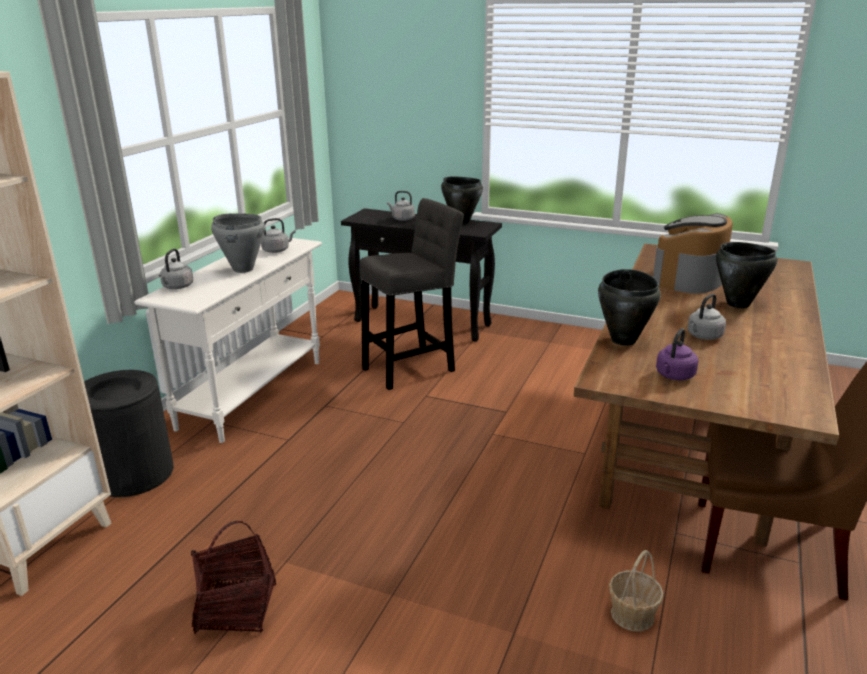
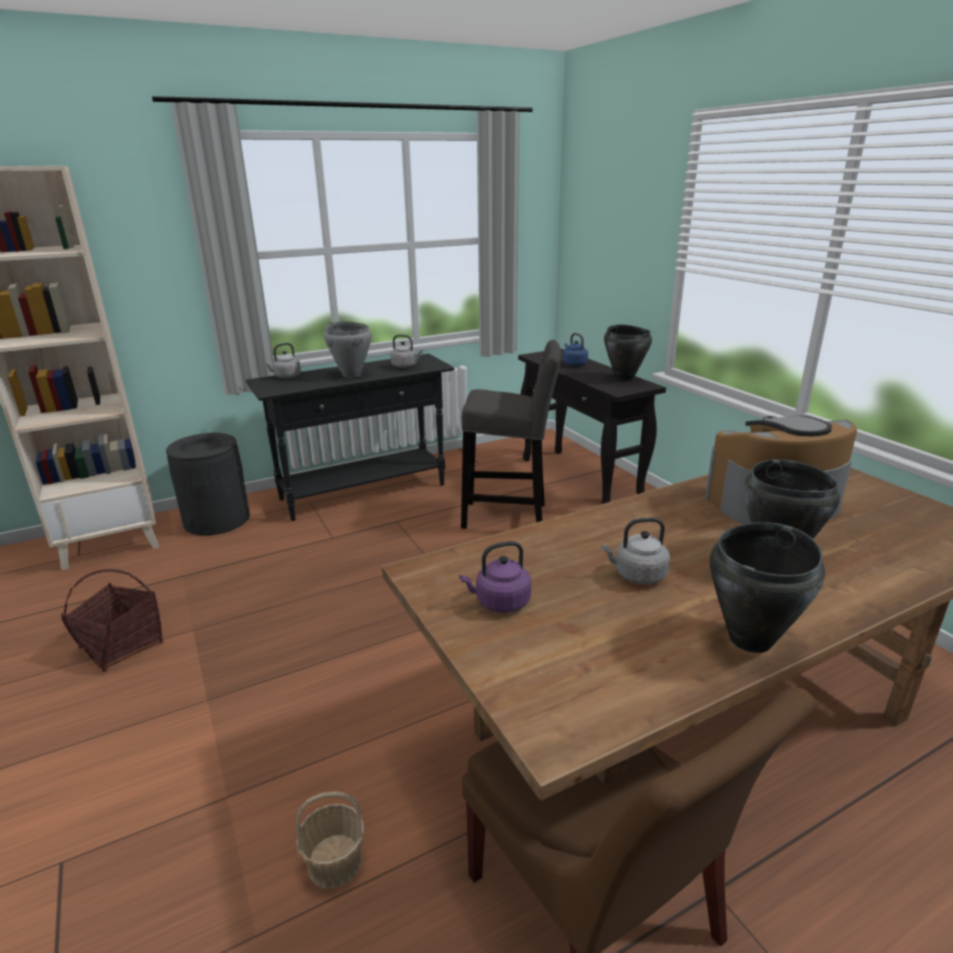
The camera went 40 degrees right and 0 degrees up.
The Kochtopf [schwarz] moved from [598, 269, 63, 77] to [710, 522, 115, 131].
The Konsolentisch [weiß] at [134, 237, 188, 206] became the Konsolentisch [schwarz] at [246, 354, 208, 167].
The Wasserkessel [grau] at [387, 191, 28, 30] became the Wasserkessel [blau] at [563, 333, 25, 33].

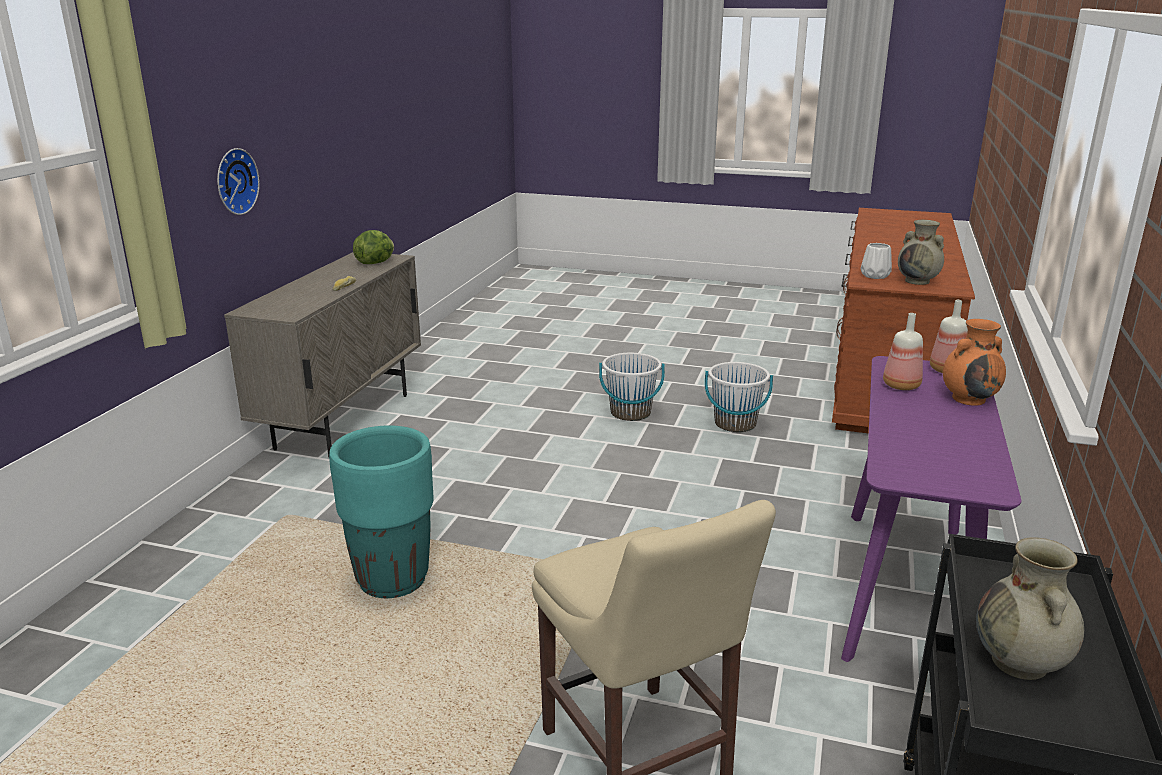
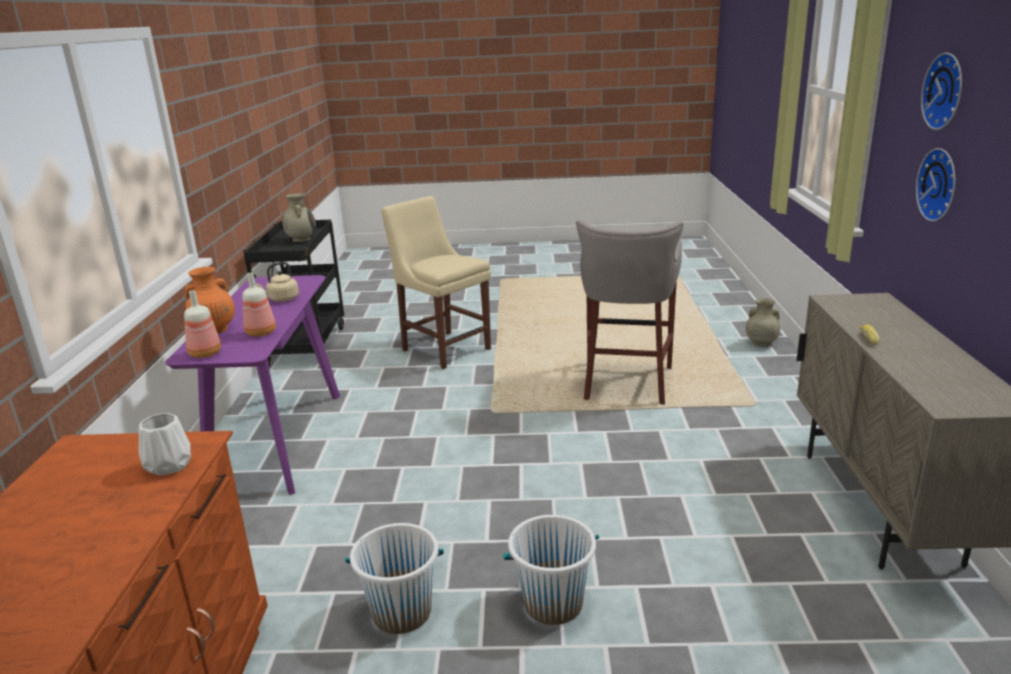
The camera went 165 degrees right and 0 degrees up.
The Salatkopf at [353, 230, 41, 34] disappeared.
The Wasserkessel [beige] at [256, 262, 43, 40] appeared.
The Wanduhr at [921, 53, 41, 77] appeared.
The Vase [beige] moved from [898, 220, 46, 65] to [746, 298, 34, 49].
The Pflanzkübel [türkis] at [329, 425, 104, 173] was replaced by the Hocker [grau] at [576, 220, 107, 185].

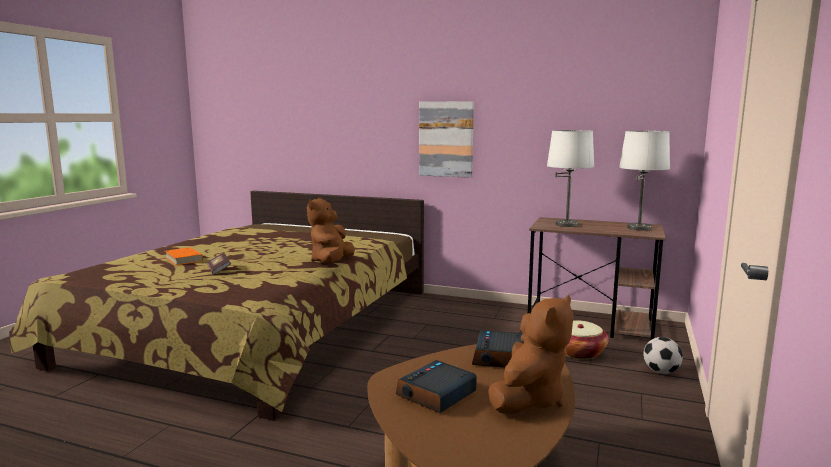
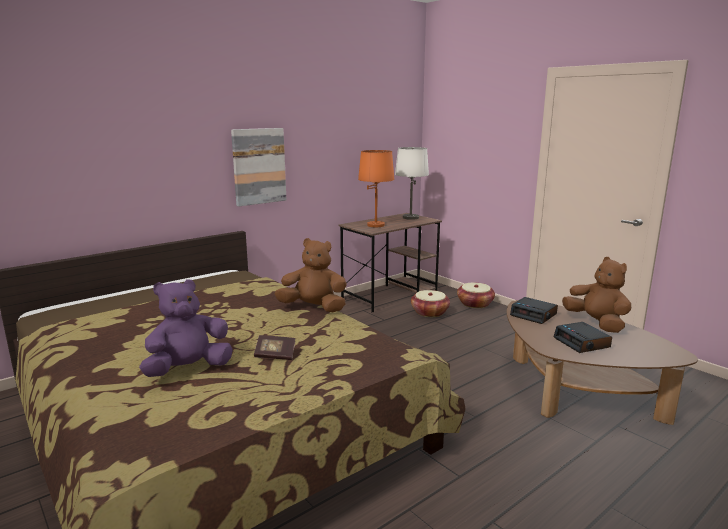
The camera went 60 degrees left and 5 degrees up.
The Buch [orange] at [165, 247, 38, 18] was replaced by the Plüschtier [lila] at [139, 279, 94, 98].
The Fußball at [643, 337, 40, 37] was replaced by the Korb at [457, 283, 38, 25].
The Tischlampe [weiß] at [547, 129, 47, 98] became the Tischlampe [orange] at [358, 150, 37, 77].
The Plüschtier [braun] at [307, 198, 48, 65] turned 150 degrees clockwise.

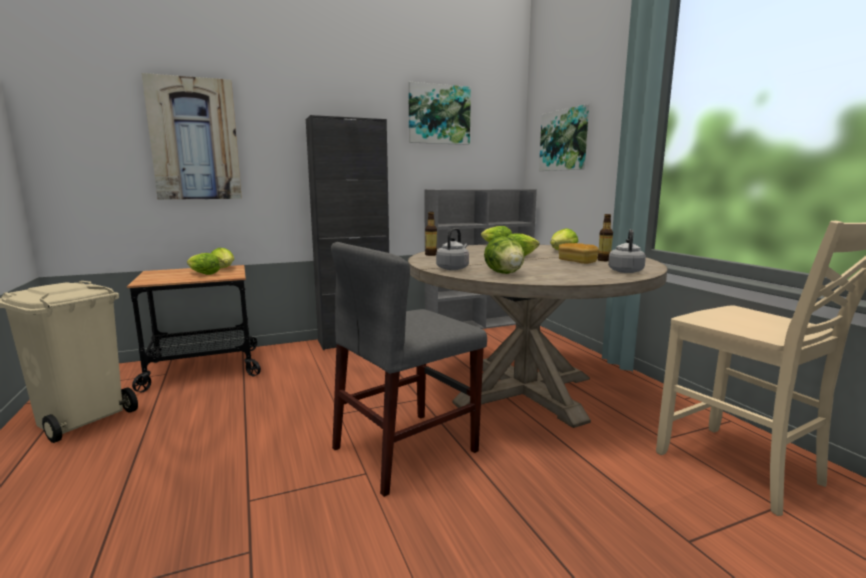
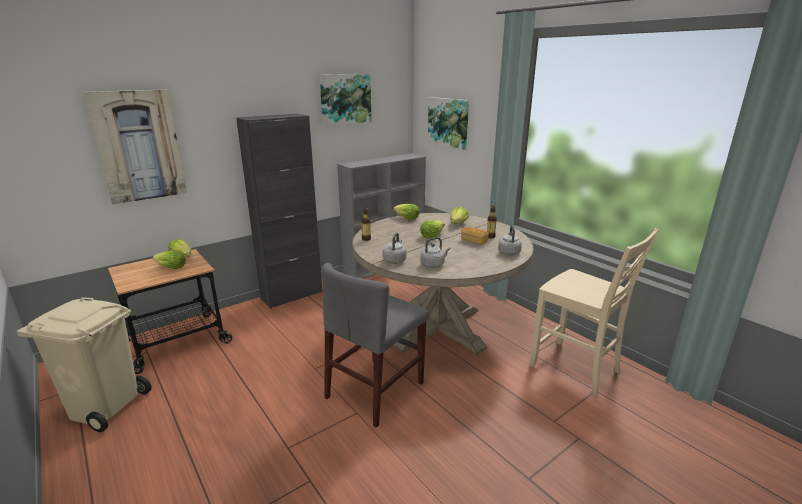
The camera went 15 degrees left and 10 degrees up.
The Salatkopf at [484, 236, 41, 38] was replaced by the Wasserkessel [grau] at [420, 237, 30, 31].

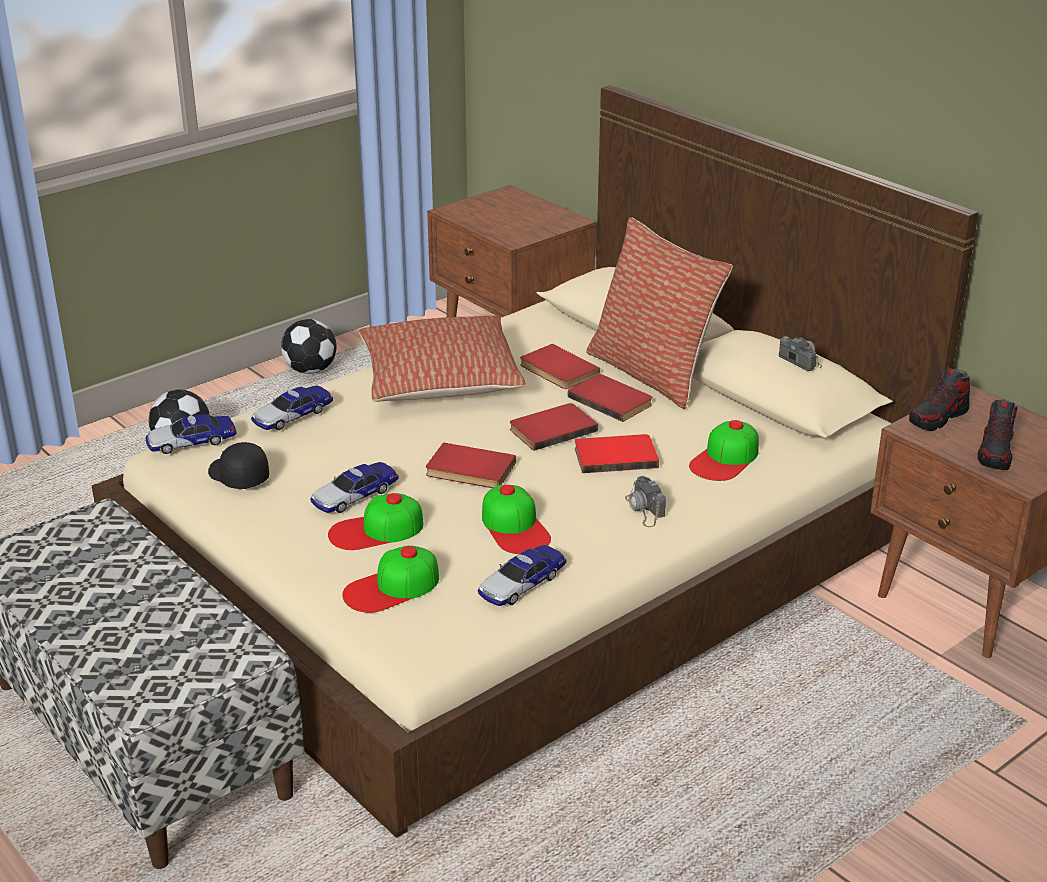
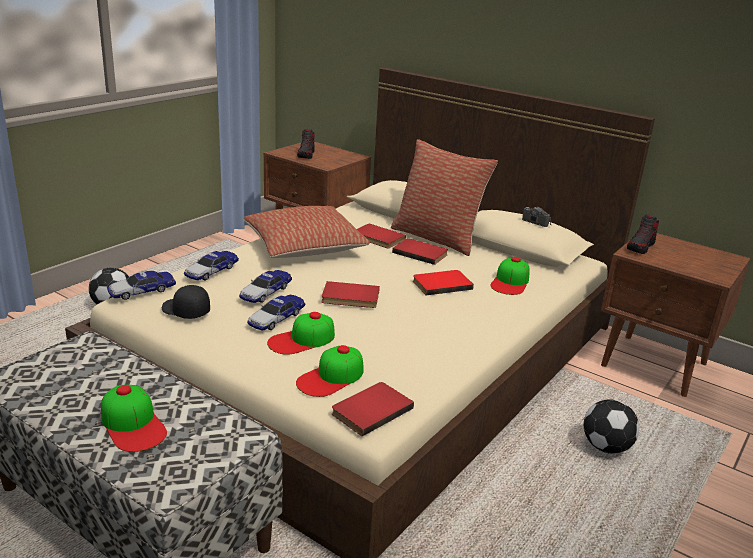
The camera went 15 degrees left and 5 degrees down.
The Kamera at [625, 476, 41, 51] disappeared.
The Fußball moved from [281, 319, 55, 55] to [584, 399, 55, 55].
The Spielzeugauto moved from [478, 545, 88, 61] to [239, 270, 53, 33].
The Kappe moved from [482, 485, 69, 69] to [101, 385, 66, 67].
The Buch [rot] moved from [510, 403, 88, 48] to [332, 382, 82, 54].
The Schuh moved from [978, 400, 39, 70] to [297, 129, 18, 30].

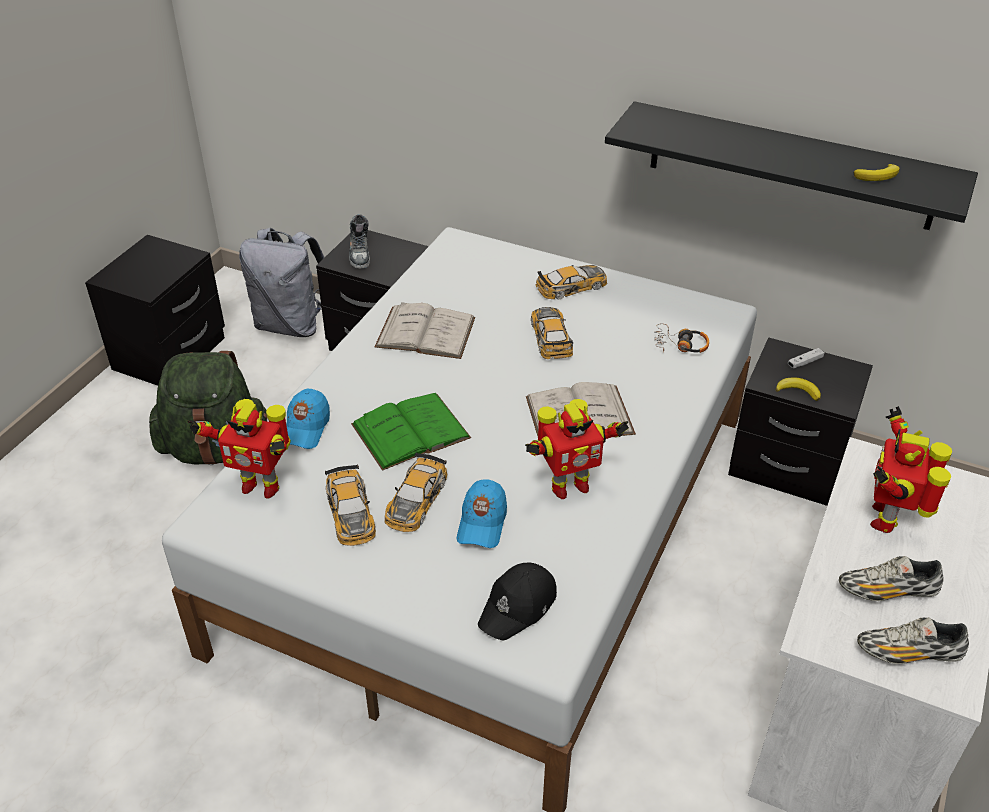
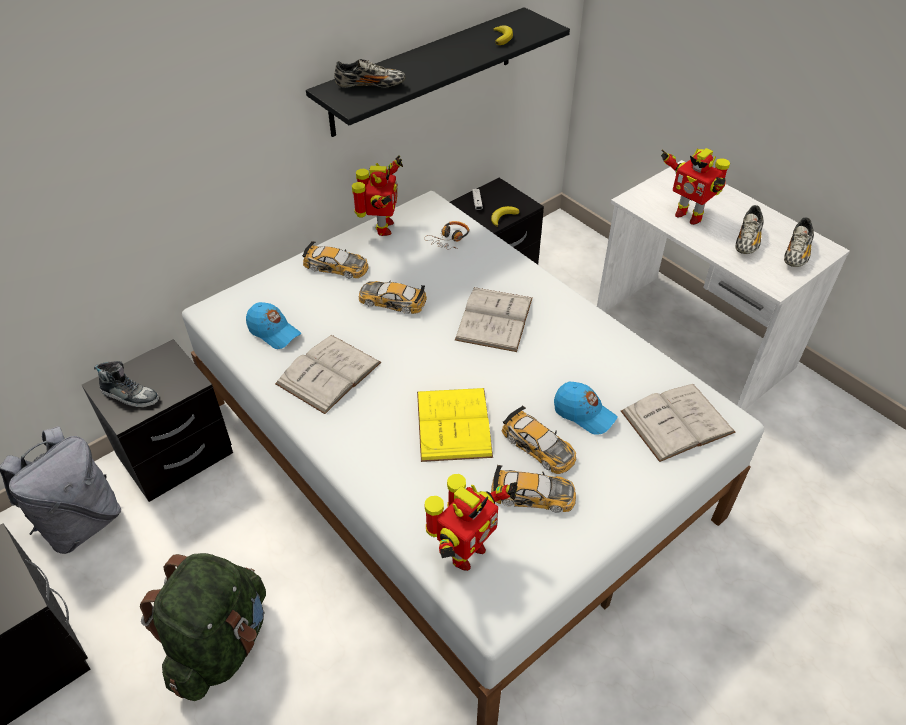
The camera went 65 degrees left and 5 degrees up.
The Schuh at [334, 59, 72, 29] appeared.
The Kappe [blau] moved from [286, 389, 44, 60] to [246, 302, 55, 47].
The Spielzeugroboter moved from [525, 399, 104, 100] to [352, 155, 51, 81].
The Kappe [schwarz] at [478, 562, 79, 79] was replaced by the Buch [weiß] at [621, 384, 115, 78].
The Buch [grün] at [351, 393, 120, 78] became the Buch [gelb] at [417, 388, 76, 74].
The Spielzeugauto at [536, 265, 71, 34] turned 105 degrees clockwise.

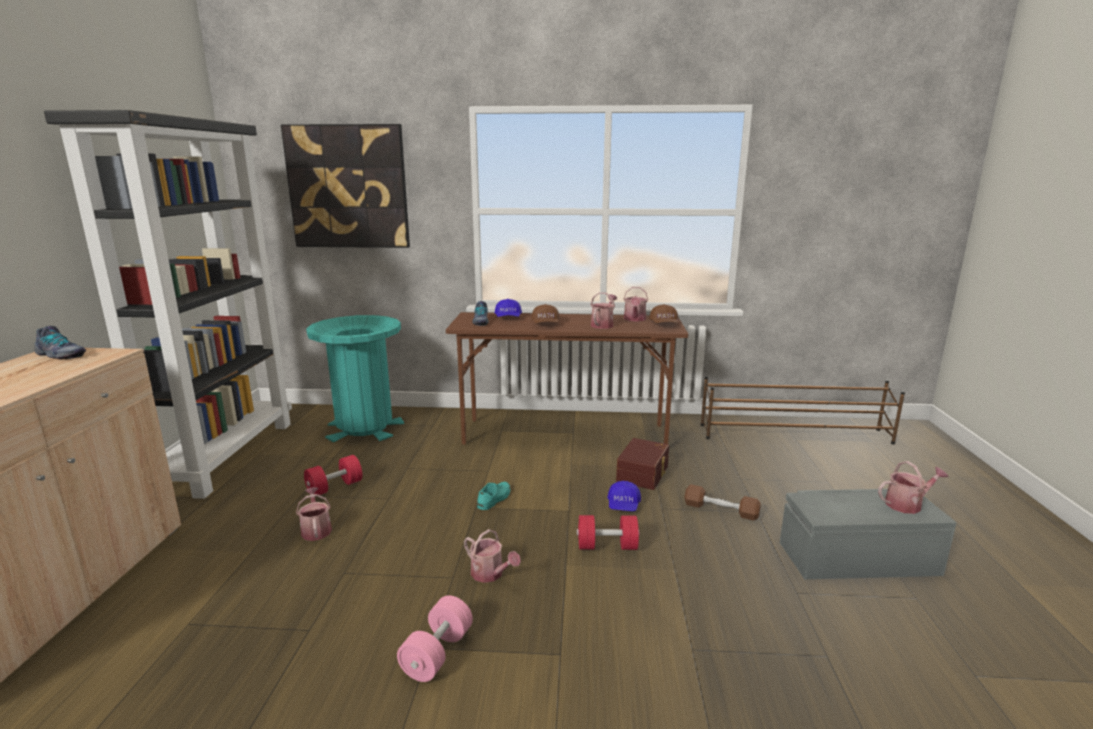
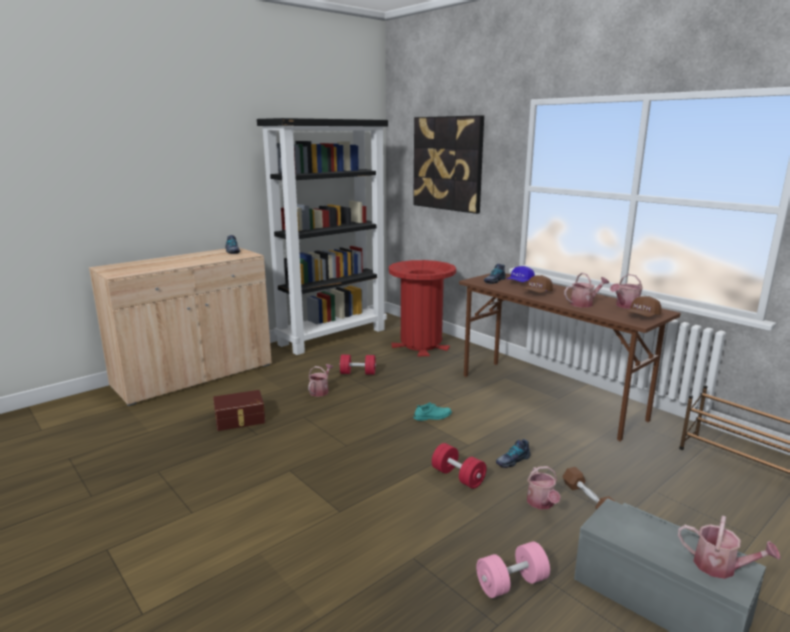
The camera went 45 degrees right and 0 degrees up.
The Hantel [rosa] moved from [397, 595, 76, 87] to [476, 542, 74, 56].
The Gießkanne moved from [464, 529, 57, 54] to [527, 466, 34, 44].
The Aufbewahrungsbox [braun] moved from [616, 438, 53, 52] to [213, 390, 53, 41].
The Kappe [blau] at [608, 481, 33, 30] was replaced by the Schuh at [496, 439, 34, 29].
The Mülleimer [türkis] at [306, 315, 98, 127] became the Mülleimer [rot] at [389, 260, 67, 96].

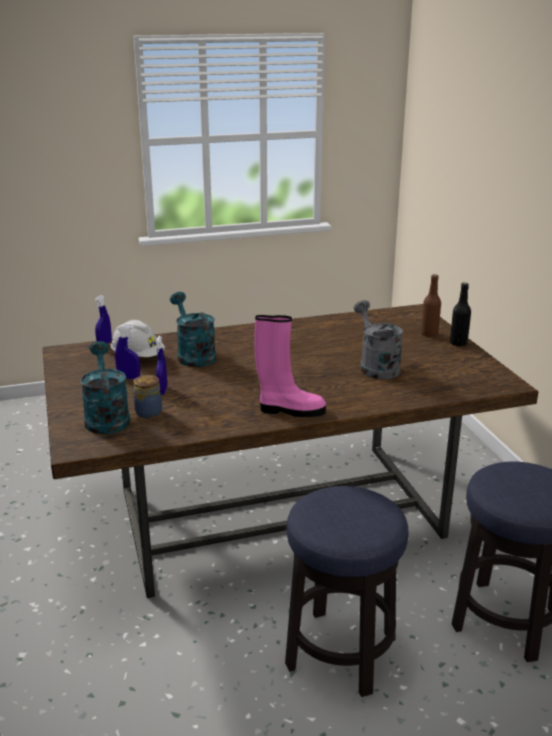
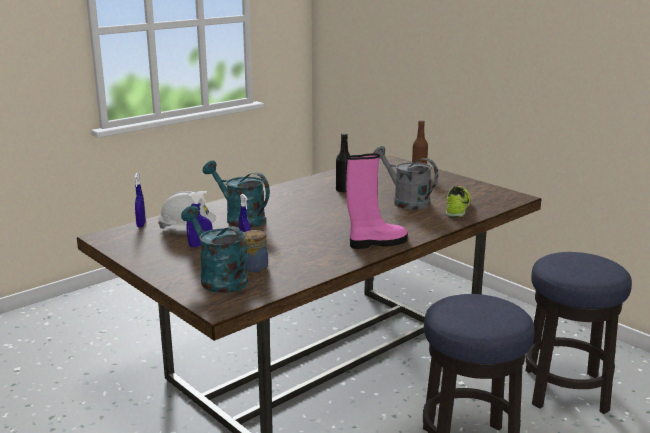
The camera went 25 degrees left and 5 degrees down.
The Schuh at [446, 186, 25, 32] appeared.
The Flasche [schwarz] moved from [450, 282, 21, 64] to [336, 133, 15, 59].

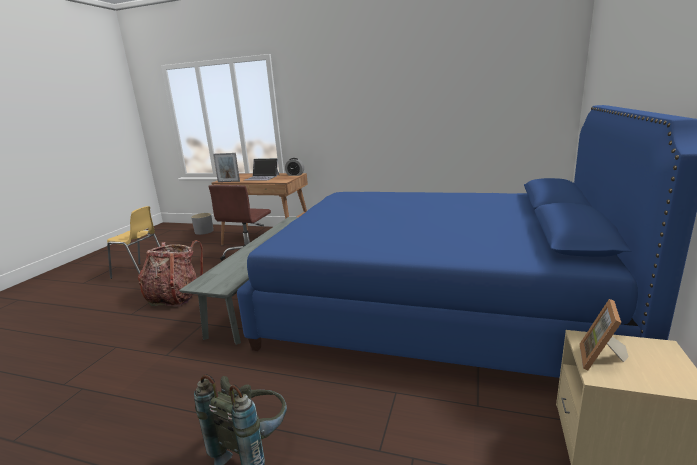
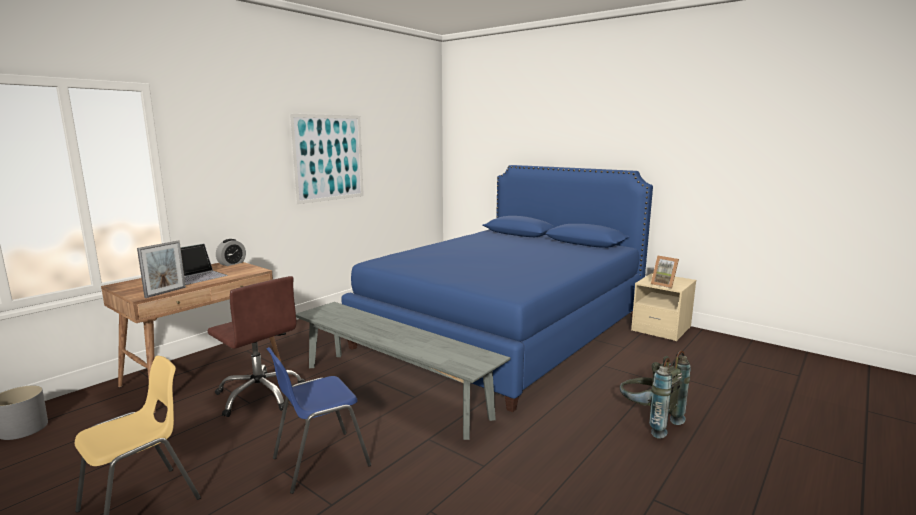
The camera went 70 degrees left and 5 degrees down.
The Bild at [289, 114, 75, 90] appeared.
The Rucksack at [138, 240, 65, 67] was replaced by the Stuhl [blau] at [267, 347, 104, 147].

